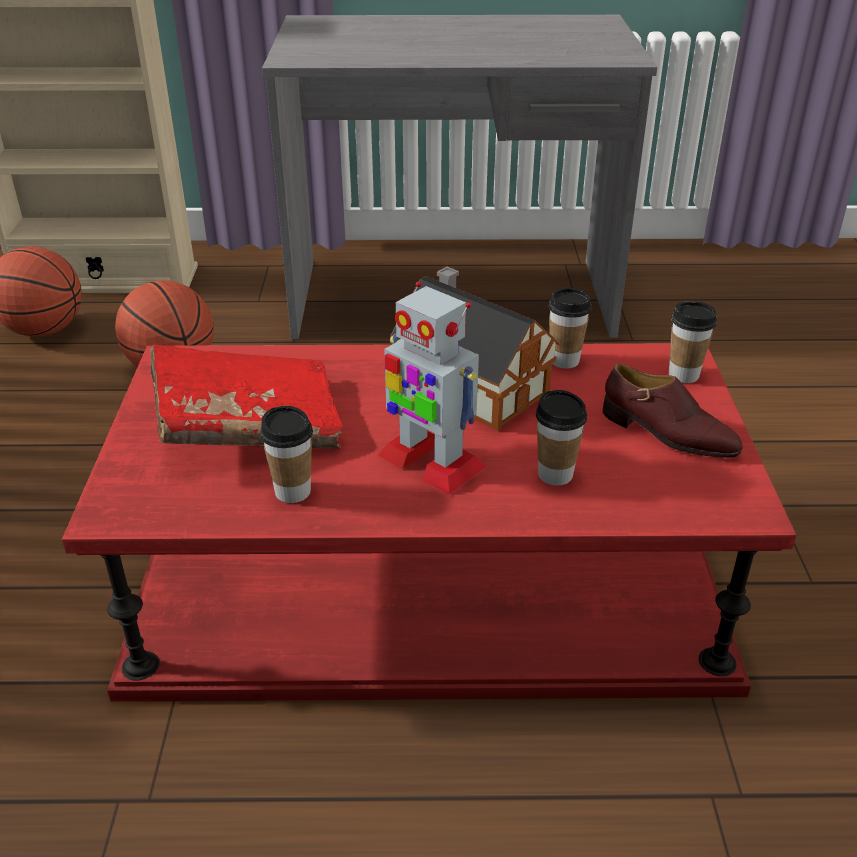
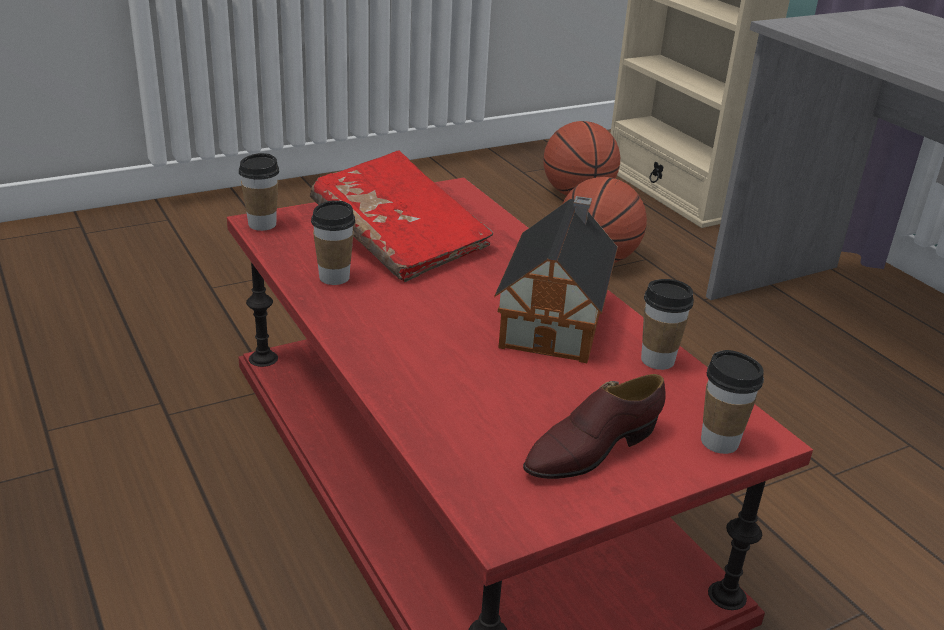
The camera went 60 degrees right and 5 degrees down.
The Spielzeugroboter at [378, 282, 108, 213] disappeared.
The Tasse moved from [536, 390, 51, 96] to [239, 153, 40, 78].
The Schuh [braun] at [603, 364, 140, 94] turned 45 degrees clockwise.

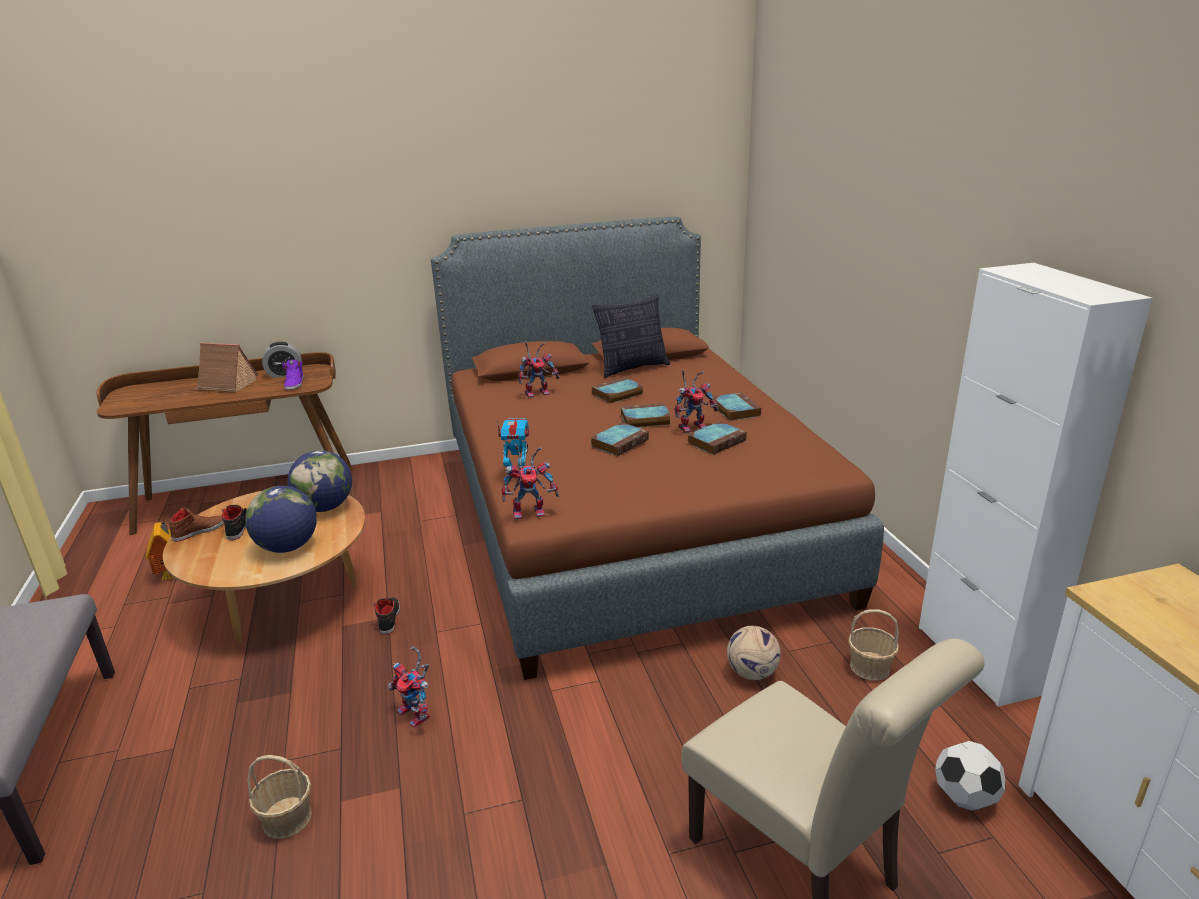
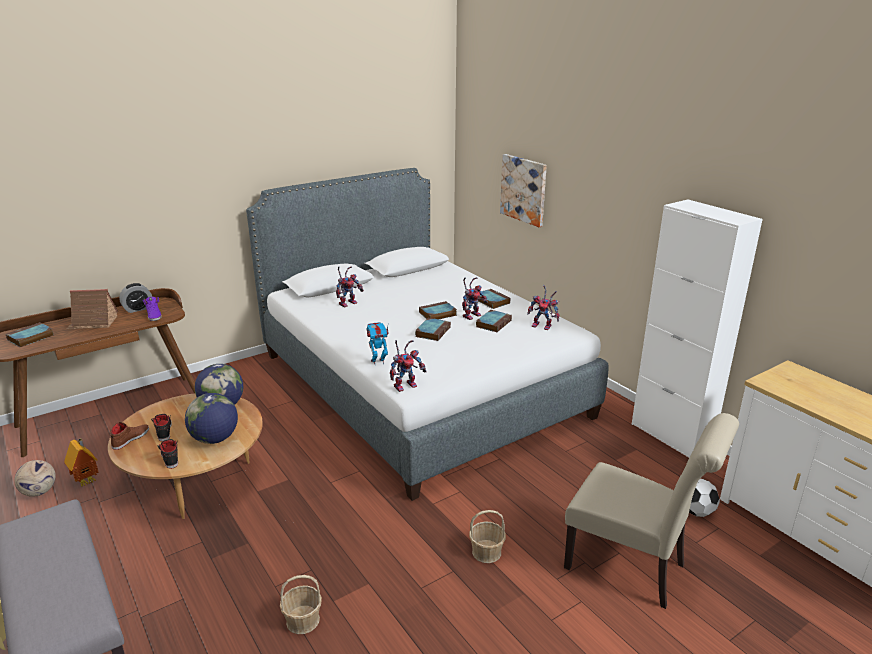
The camera went 20 degrees left and 0 degrees up.
The Kissen at [592, 295, 78, 83] disappeared.
The Bild at [500, 154, 47, 73] appeared.
The Schuh [schwarz] moved from [373, 597, 27, 38] to [157, 439, 21, 30].
The Spielzeugroboter moved from [388, 646, 42, 82] to [527, 285, 33, 45].
The Buch moved from [592, 377, 51, 27] to [6, 322, 48, 25].
The Fußball moved from [727, 626, 54, 54] to [14, 460, 42, 37].
The Korb moved from [848, 609, 51, 72] to [469, 510, 37, 53].
The Bett [braun] at [431, 217, 453, 463] became the Bett [weiß] at [246, 168, 363, 333].

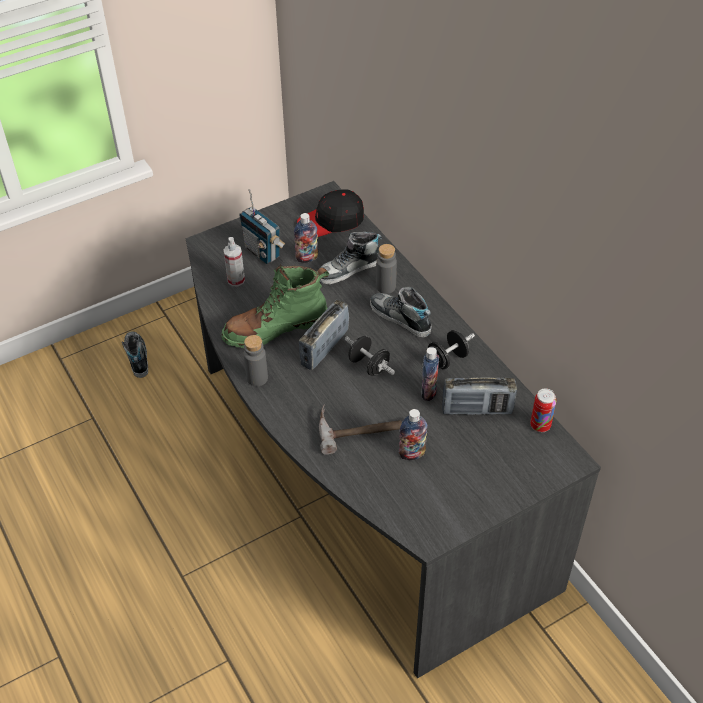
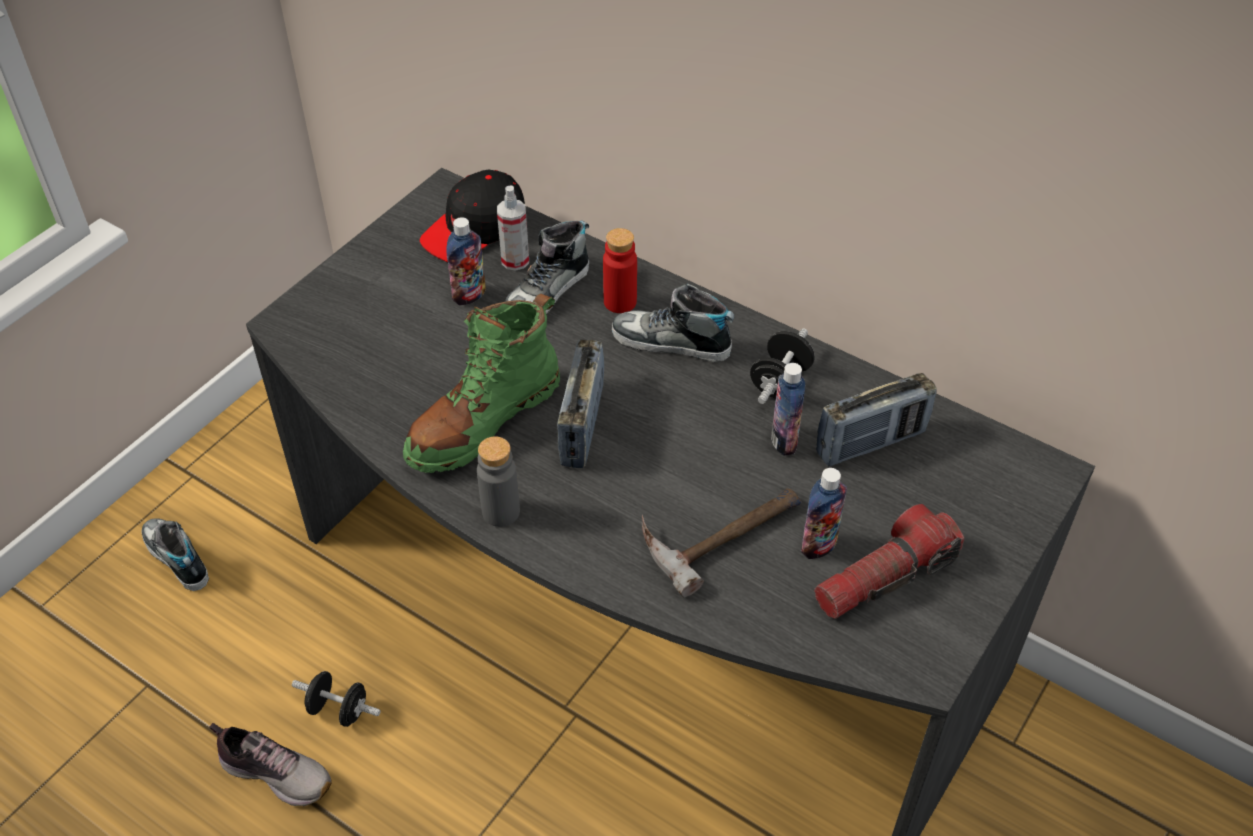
The camera went 25 degrees left and 0 degrees up.
The Radio at [239, 189, 47, 75] disappeared.
The Dose at [530, 388, 26, 44] disappeared.
The Schuh at [209, 723, 123, 83] appeared.
The Taschenlampe at [814, 504, 150, 115] appeared.
The Sprühflasche moved from [223, 237, 22, 49] to [497, 186, 32, 85].
The Hantel [schwarz] moved from [345, 336, 50, 40] to [292, 671, 89, 56].
The Flasche [grau] at [376, 244, 21, 50] became the Flasche [rot] at [603, 228, 34, 85].

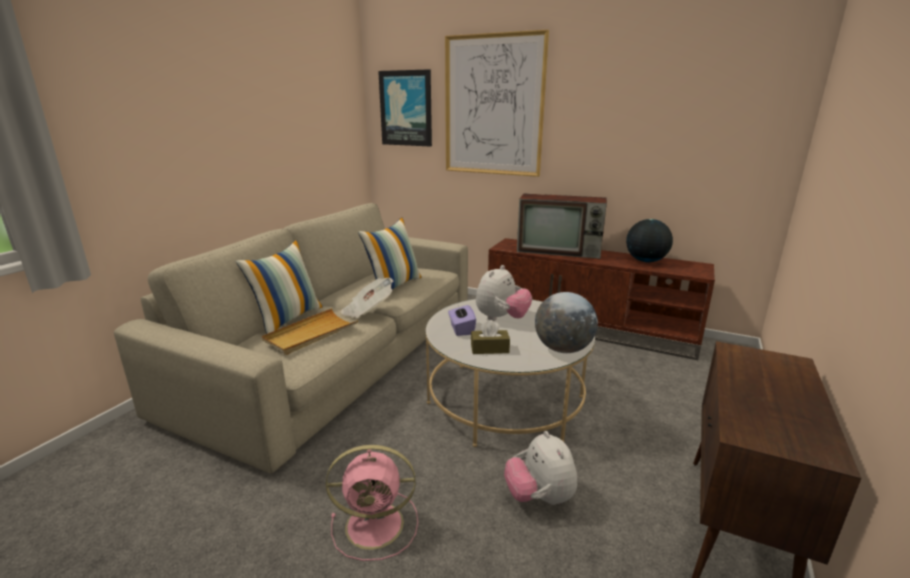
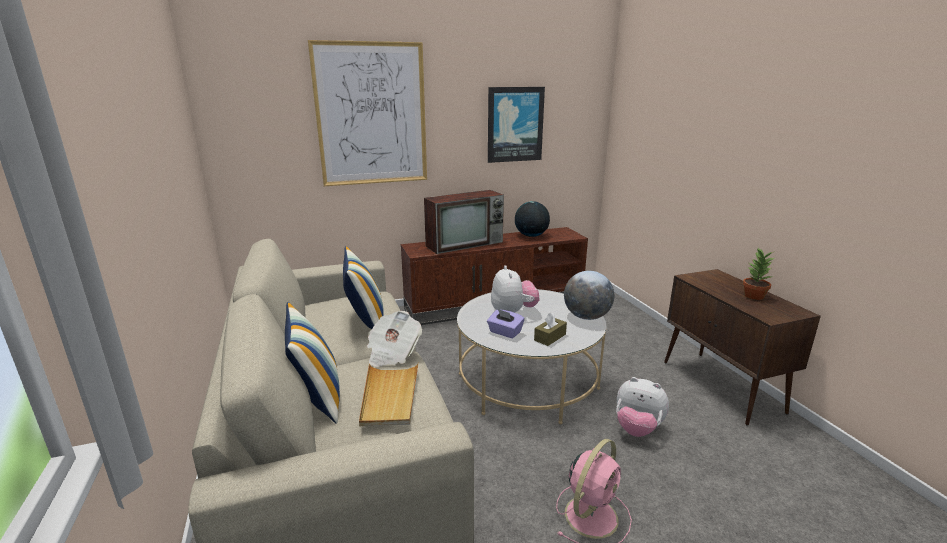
The camera went 45 degrees left and 0 degrees up.
The Topfpflanze at [743, 247, 31, 53] appeared.
The Bild moved from [378, 69, 54, 78] to [488, 87, 57, 76].

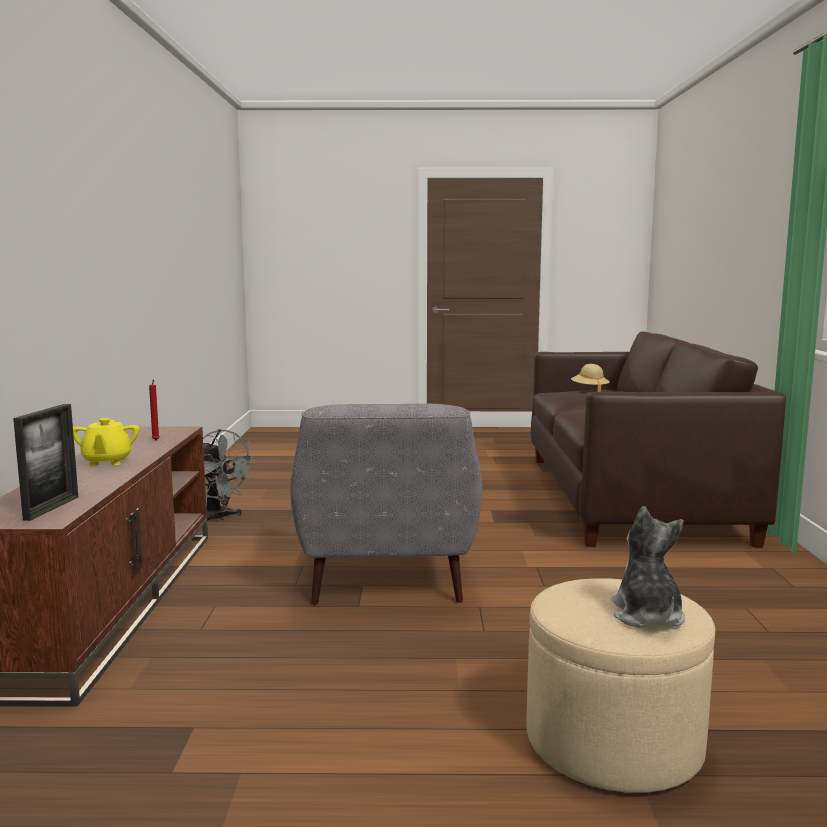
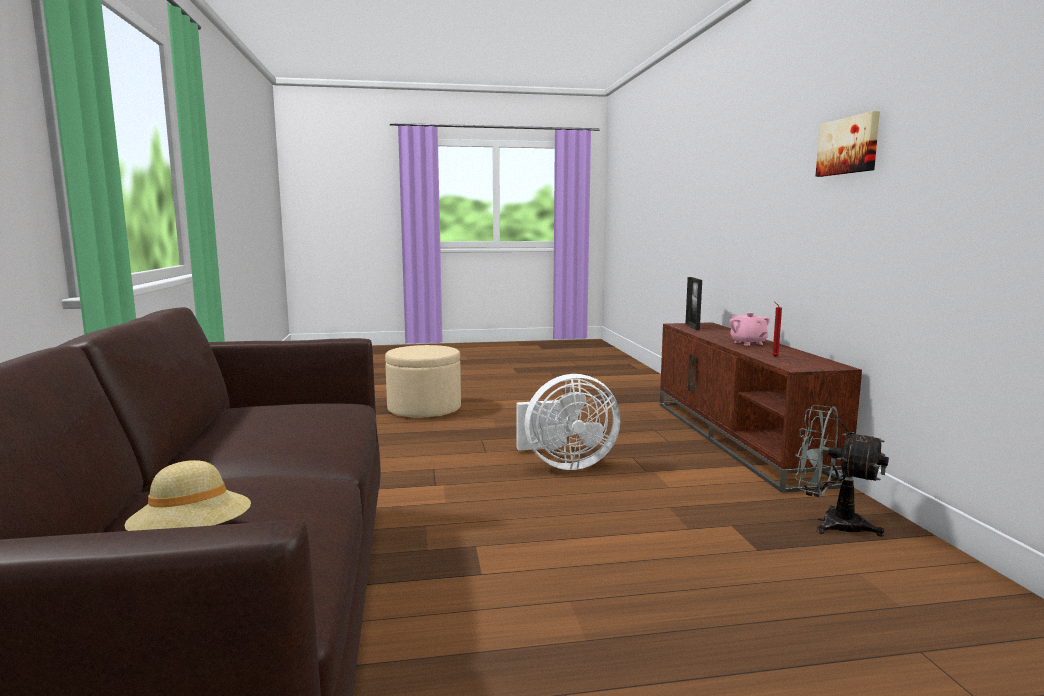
The camera went 170 degrees right and 0 degrees up.
The Plüschtier at [611, 506, 74, 122] disappeared.
The Bild at [816, 111, 64, 66] appeared.
The Sessel [grau] at [290, 404, 192, 201] was replaced by the Ventilator [weiß] at [516, 374, 105, 96].
The Teekanne [gelb] at [73, 418, 67, 48] became the Teekanne [rosa] at [729, 312, 41, 34].

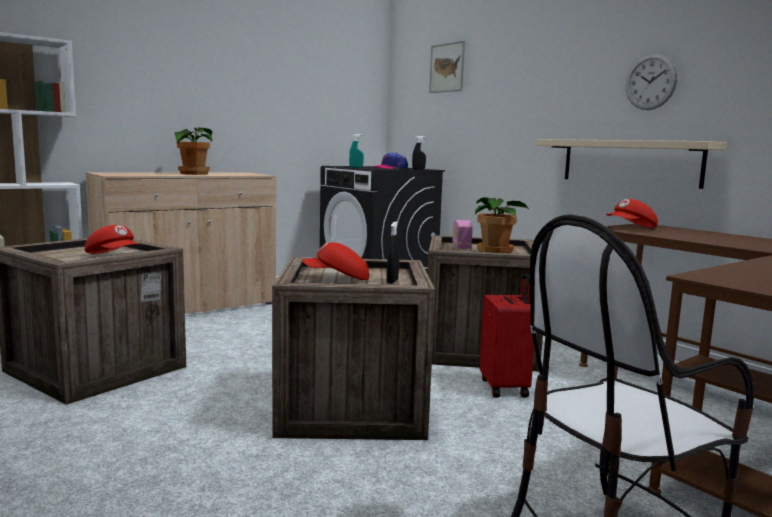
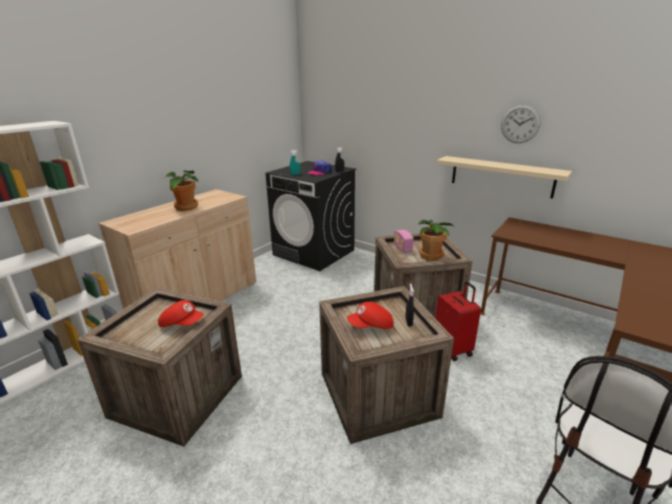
The camera went 15 degrees left and 15 degrees up.
The Bild at [429, 41, 36, 52] disappeared.
The Kappe [rot] at [606, 199, 52, 29] disappeared.

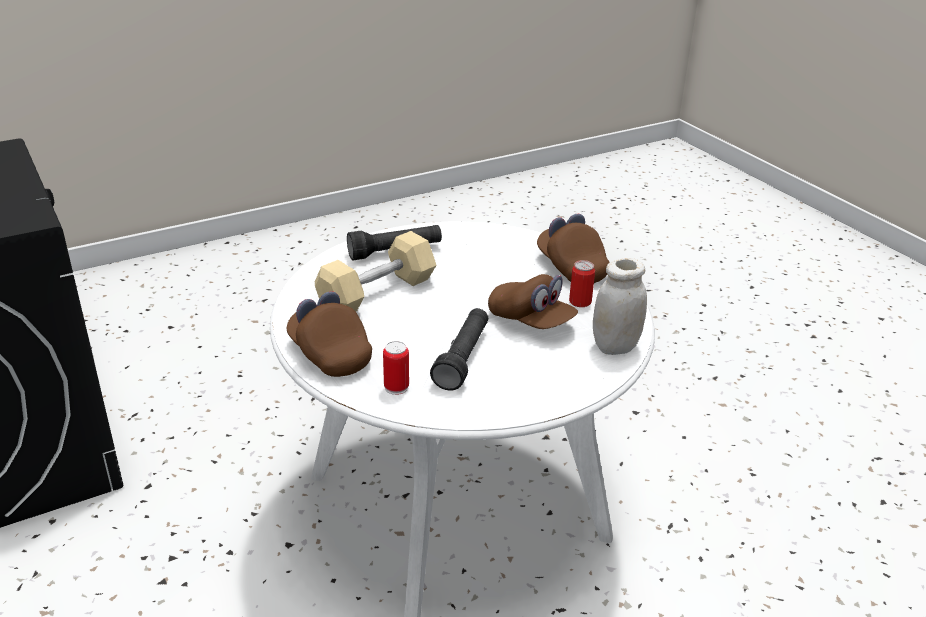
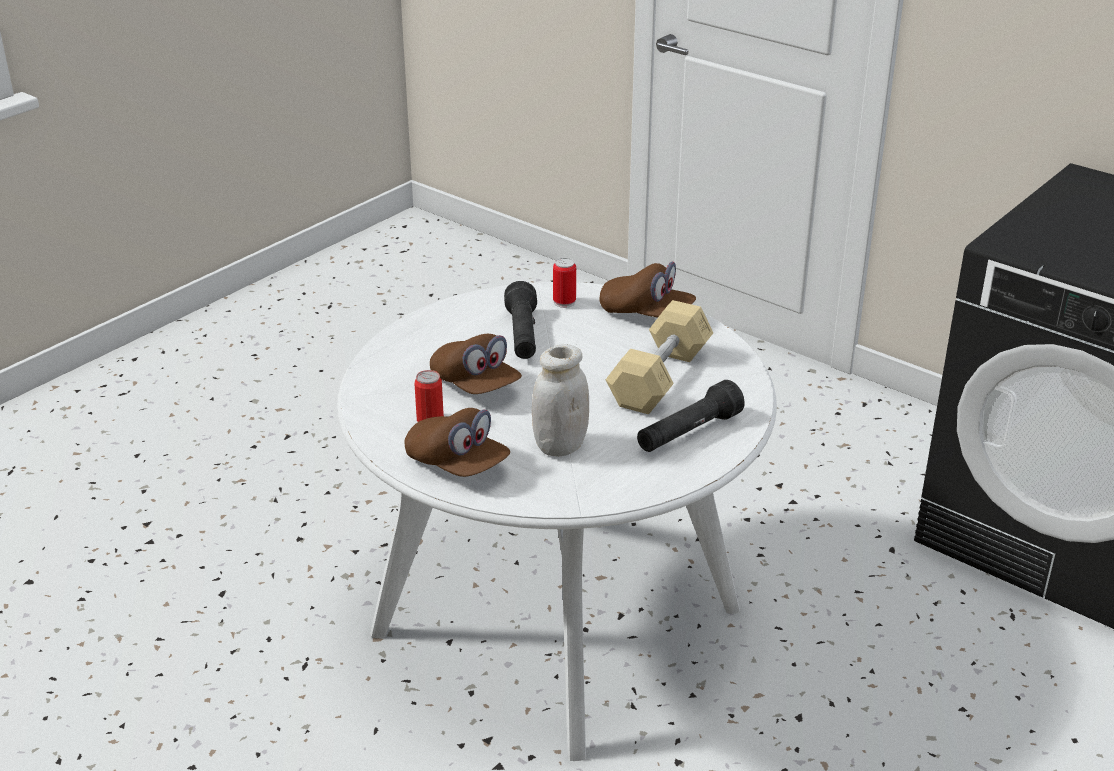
The camera went 160 degrees right and 0 degrees up.
The Vorratsglas [weiß] moved from [593, 258, 54, 97] to [532, 344, 57, 112].
The Kappe [braun] at [488, 274, 90, 55] turned 150 degrees counterclockwise.

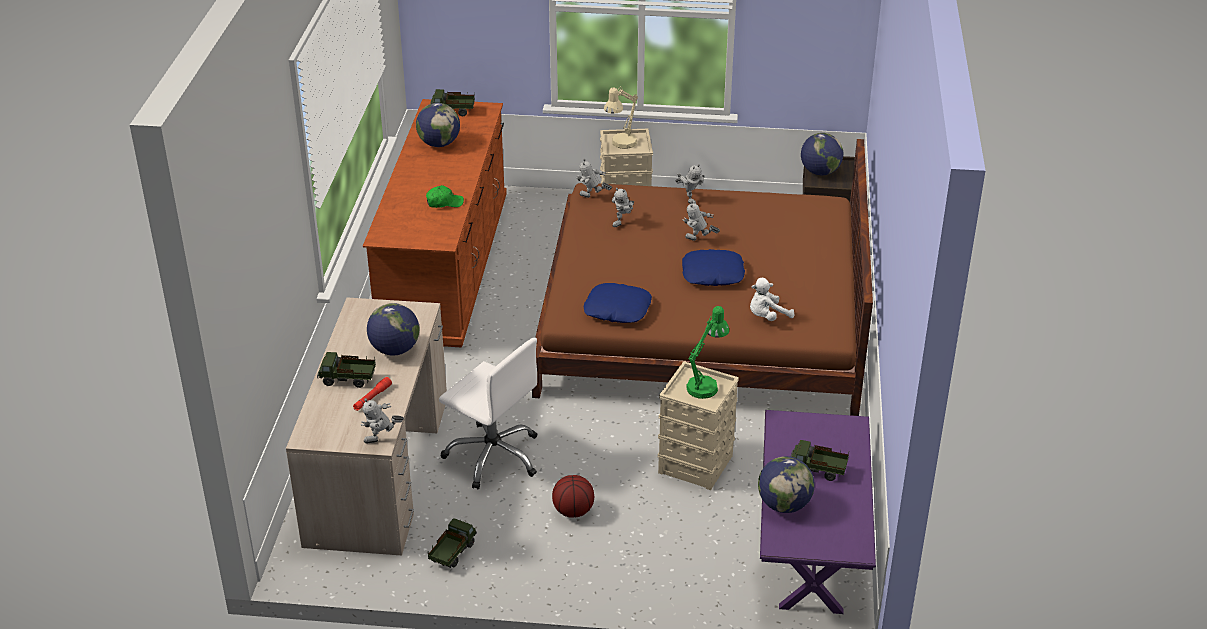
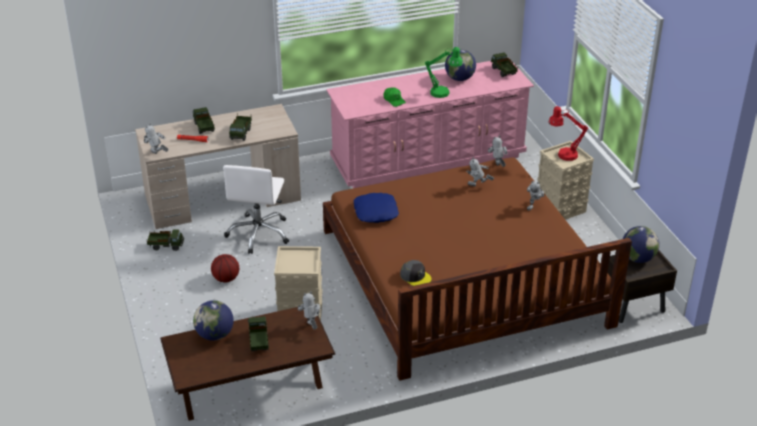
The camera went 65 degrees right and 0 degrees up.
The Kissen [blau] at [682, 249, 63, 37] disappeared.
The Spielzeugroboter moved from [682, 201, 38, 40] to [297, 291, 24, 39].
The Tischlampe [grün] moved from [687, 306, 42, 93] to [425, 47, 38, 51].
The Globus at [367, 303, 52, 53] was replaced by the Spielzeuglaster at [229, 113, 23, 28].
The Plüschtier [weiß] at [750, 278, 44, 43] was replaced by the Kappe [grau] at [400, 260, 31, 26].
The Kommode [braun] at [363, 99, 144, 249] became the Kommode [rosa] at [326, 58, 208, 130].
The Tischlampe [beige] at [604, 86, 34, 63] became the Tischlampe [rot] at [548, 106, 40, 55].
The Couchtisch [lila] at [760, 410, 116, 204] became the Couchtisch [braun] at [160, 307, 175, 114].

